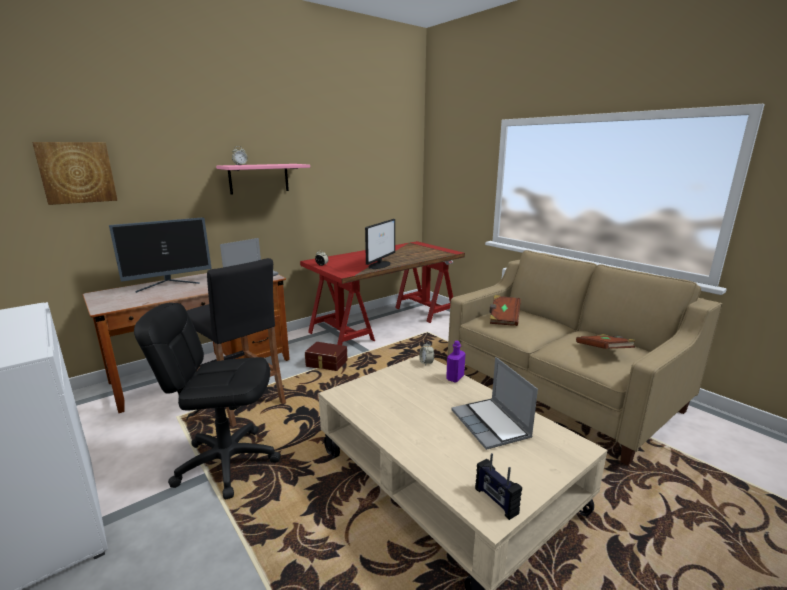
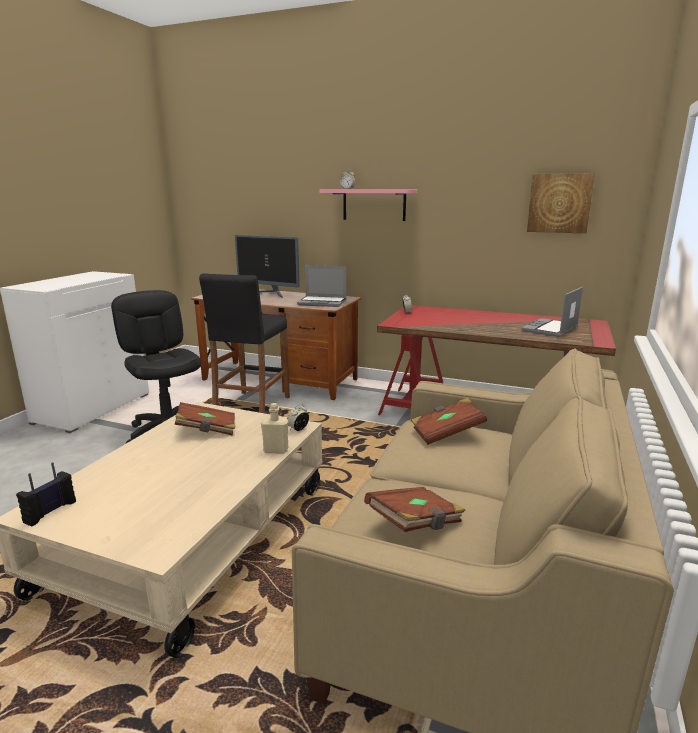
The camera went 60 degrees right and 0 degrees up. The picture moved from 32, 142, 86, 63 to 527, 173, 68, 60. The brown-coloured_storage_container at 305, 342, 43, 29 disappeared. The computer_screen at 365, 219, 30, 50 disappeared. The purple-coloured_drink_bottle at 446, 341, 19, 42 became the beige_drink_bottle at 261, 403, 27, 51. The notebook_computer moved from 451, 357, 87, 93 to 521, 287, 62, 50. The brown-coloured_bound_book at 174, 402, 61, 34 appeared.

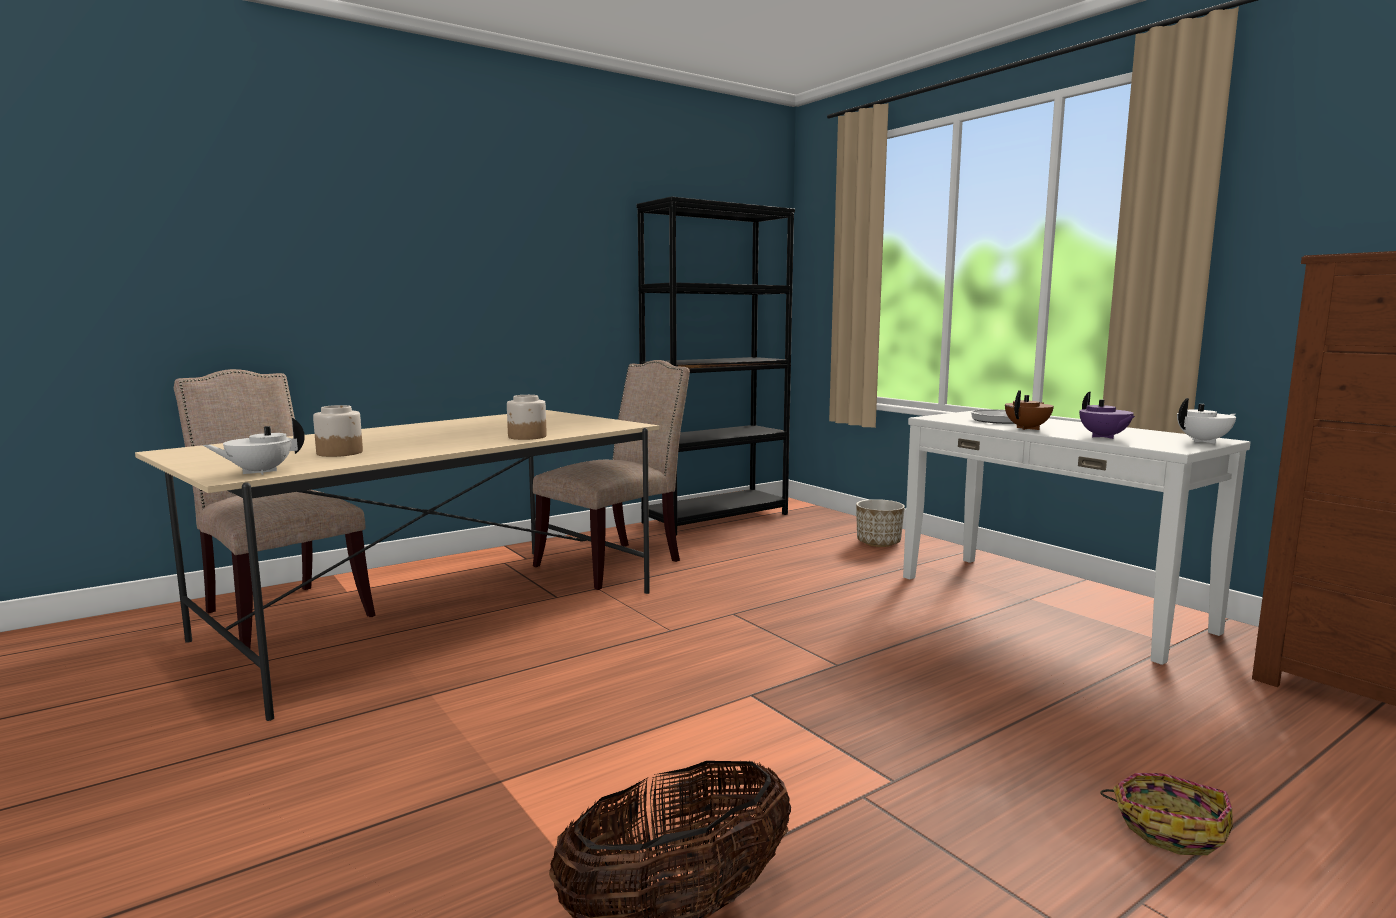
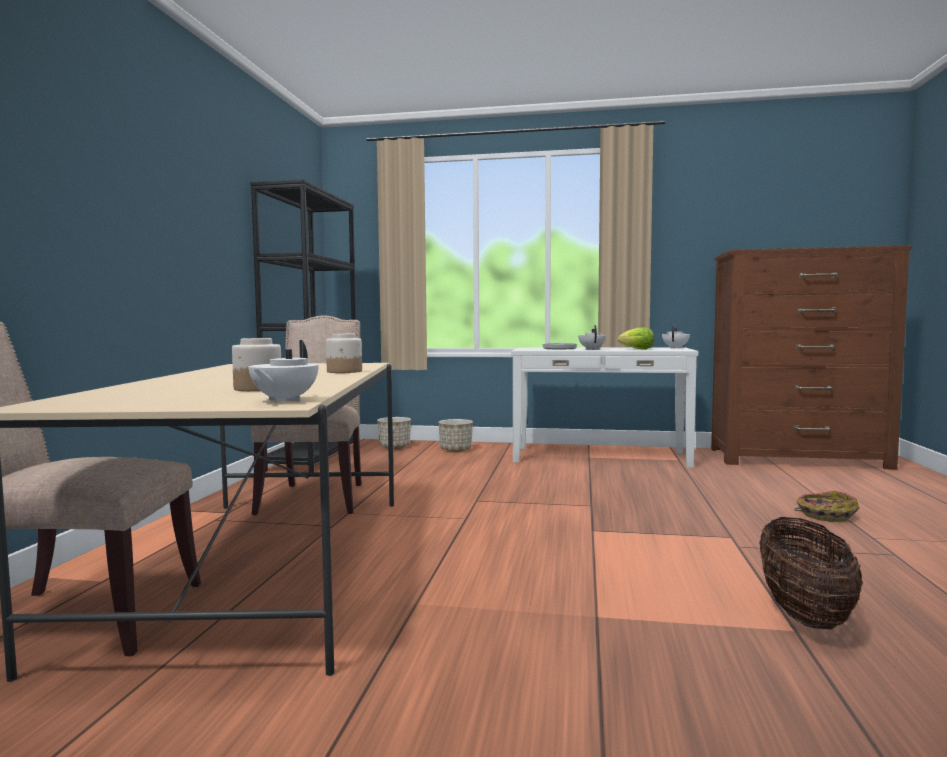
The camera went 45 degrees left and 5 degrees down. The brown-coloured_teapot at 1005, 390, 49, 40 became the white-coloured_teapot at 578, 325, 28, 25. The purple-coloured_teapot at 1079, 392, 56, 47 was replaced by the lettuce at 618, 327, 36, 23. The planter at 377, 417, 34, 32 appeared.

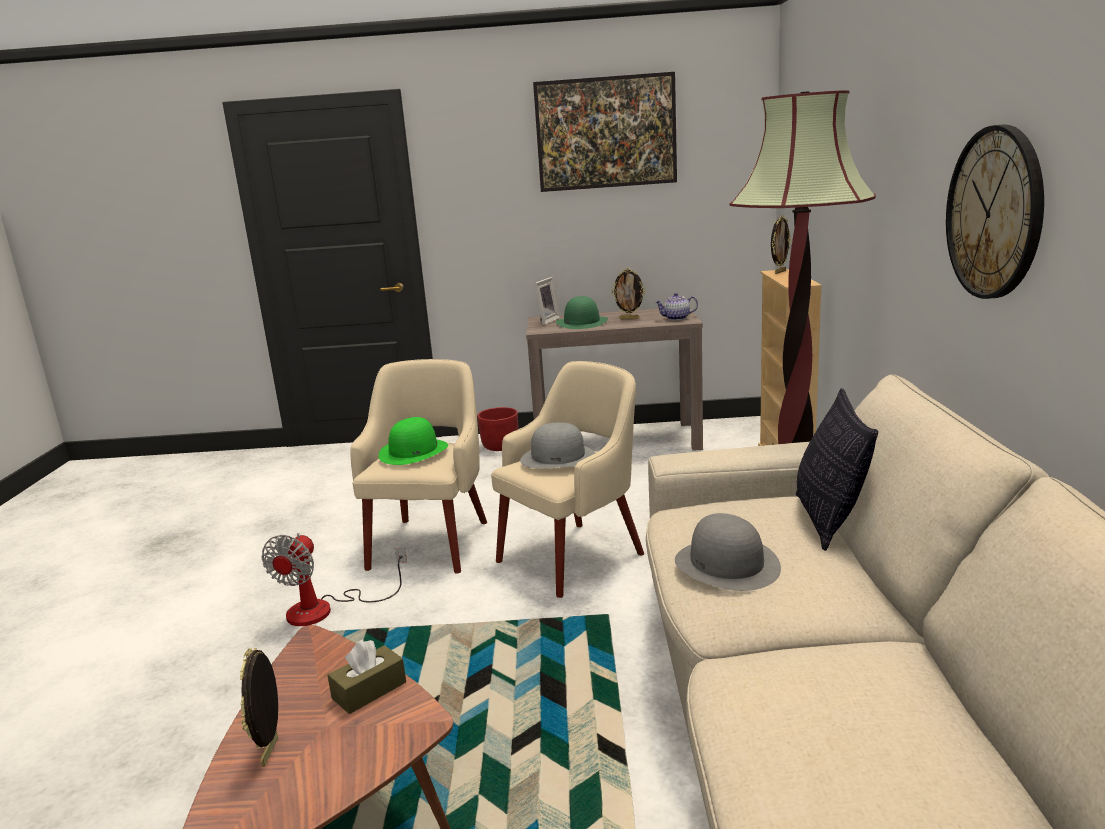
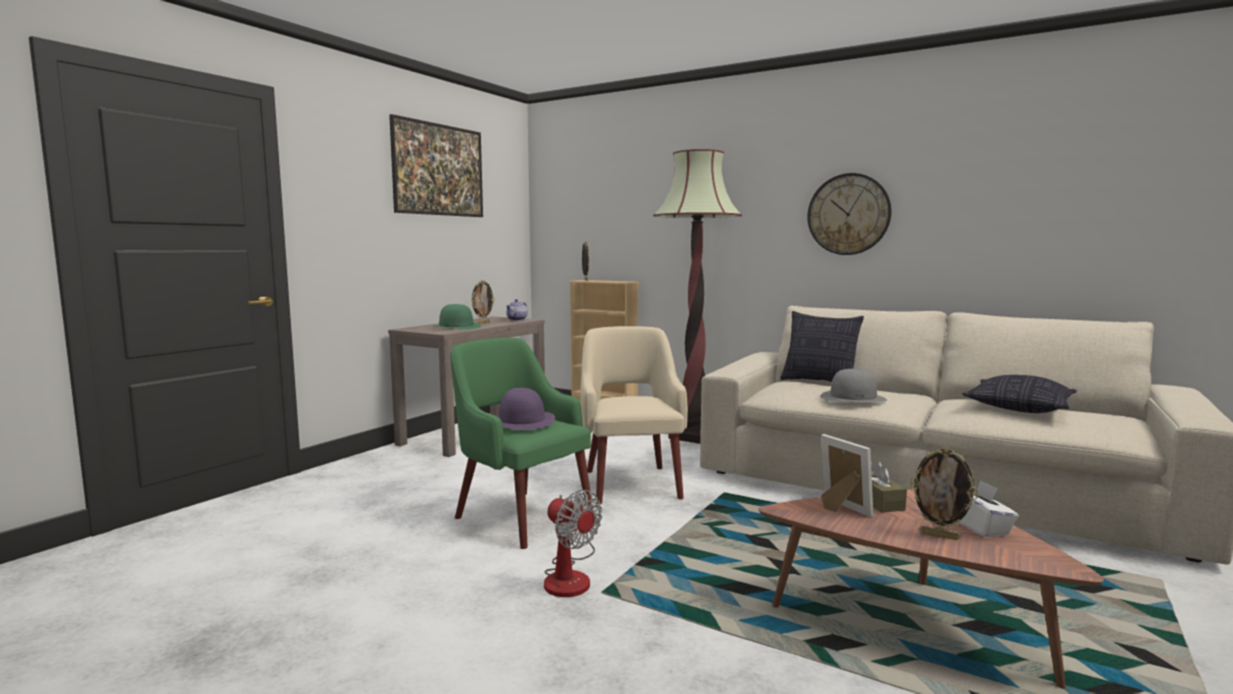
The camera went 60 degrees left and 10 degrees down. The beige_lounge_chair at 350, 359, 137, 214 became the greenish_lounge_chair at 450, 338, 144, 211. The greenish_clothing_hat at 378, 417, 70, 48 became the purple-coloured_clothing_hat at 497, 388, 58, 42. The reddish_planter at 477, 407, 42, 44 disappeared. The gray_clothing_hat at 520, 422, 75, 46 disappeared. The standing_frame moved from 534, 277, 27, 48 to 821, 434, 52, 83. The white-coloured_box_of_tissues at 958, 480, 61, 57 appeared. The pillow at 962, 375, 115, 38 appeared.

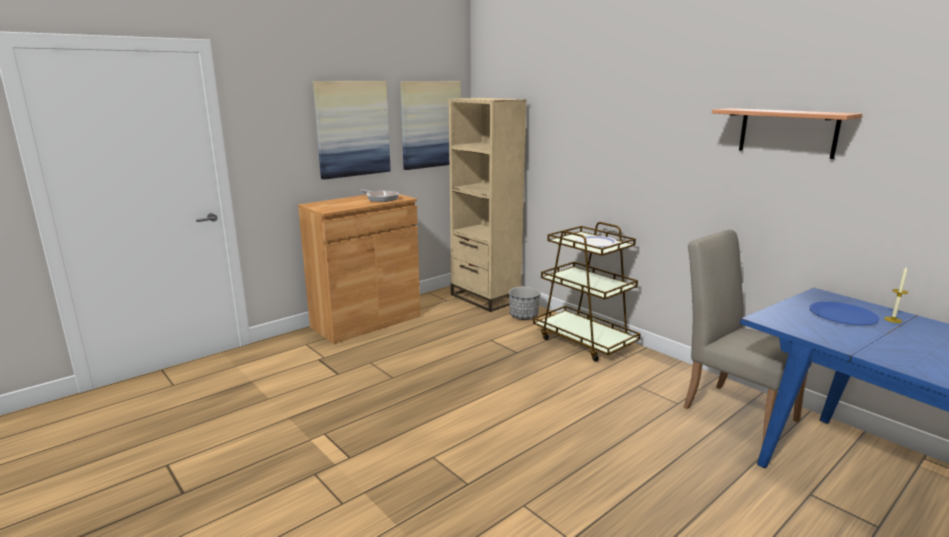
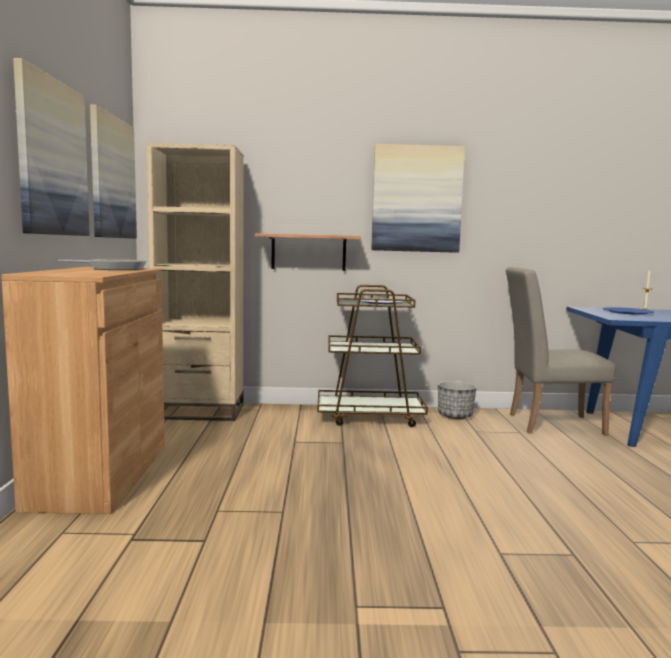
The camera went 50 degrees left and 10 degrees down. The planter moved from 509, 287, 32, 33 to 438, 381, 38, 38. The shelf moved from 712, 108, 150, 51 to 255, 233, 106, 38. The picture at 371, 144, 94, 109 appeared.

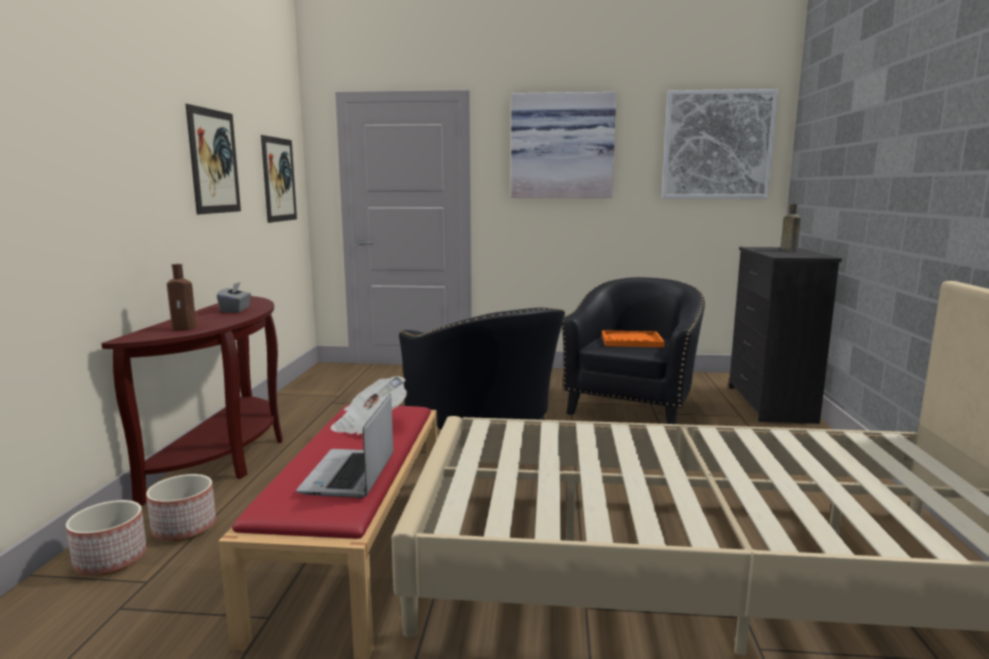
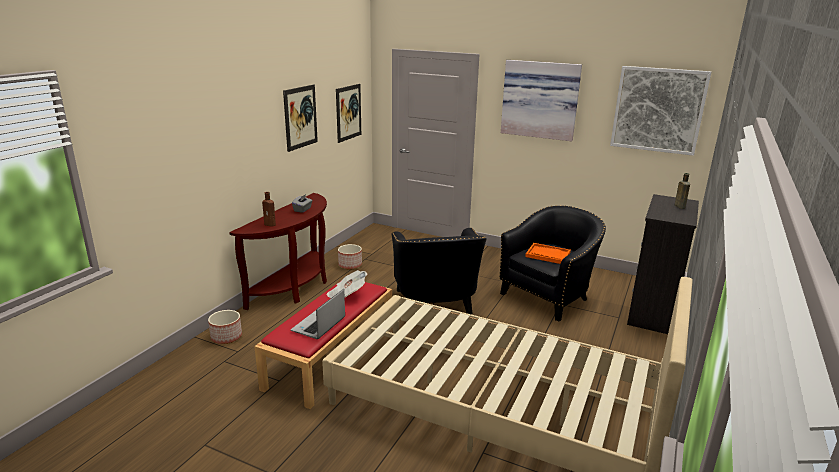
The camera went 20 degrees right and 10 degrees up. The planter moved from 146, 474, 70, 67 to 338, 244, 24, 25.

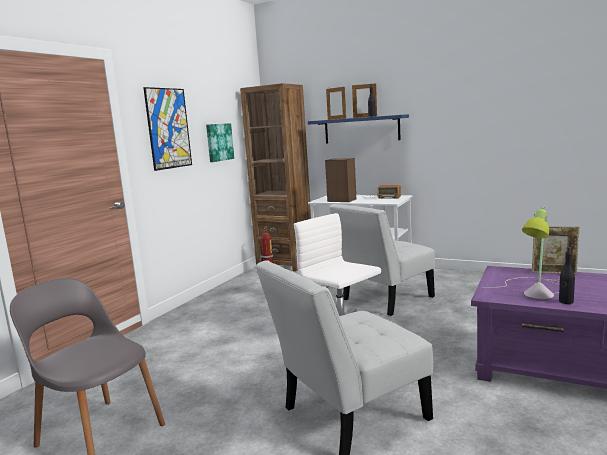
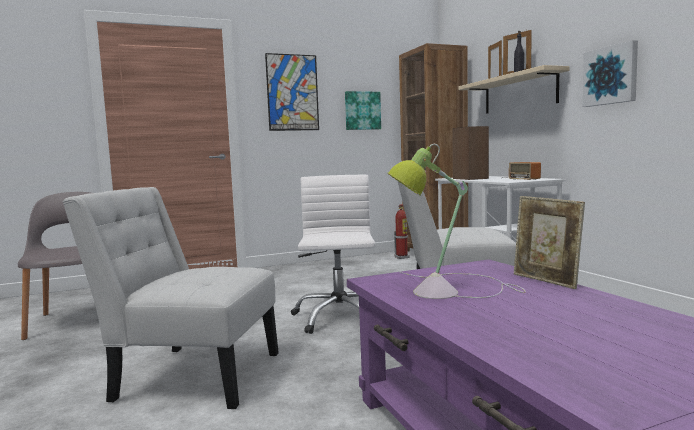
The camera went 40 degrees right and 5 degrees down. The blue-coloured_shelf at 308, 114, 101, 29 became the beige_shelf at 459, 65, 110, 49. The black_drink_bottle at 559, 247, 16, 57 disappeared. The picture at 582, 40, 56, 67 appeared.

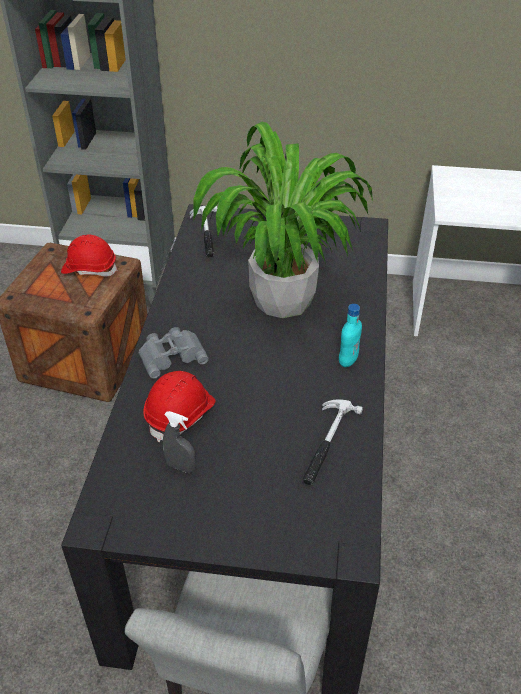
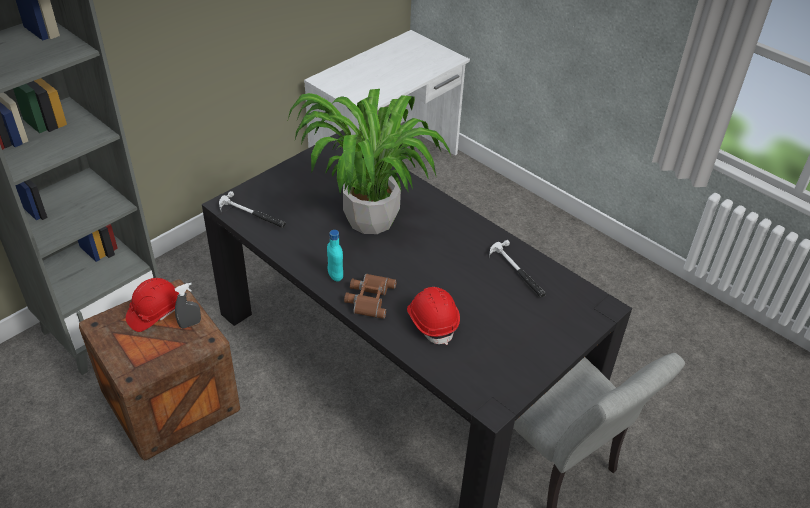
The camera went 55 degrees left and 0 degrees up. The gray_pair_of_binoculars at 139, 327, 70, 52 became the brown-coloured_pair_of_binoculars at 344, 274, 53, 45. The gray_spray_bottle moved from 163, 411, 33, 62 to 174, 283, 27, 46. The turquoise-coloured_drink_bottle moved from 339, 304, 23, 63 to 327, 230, 16, 52.

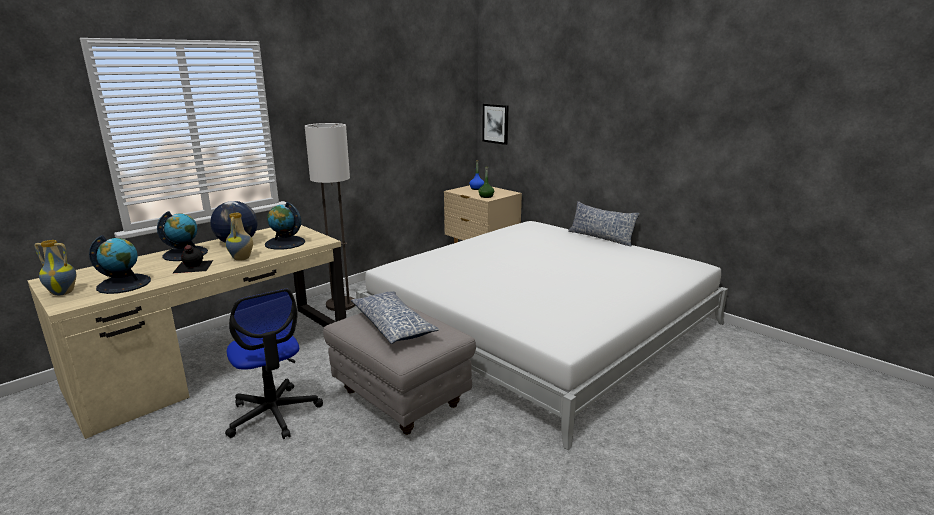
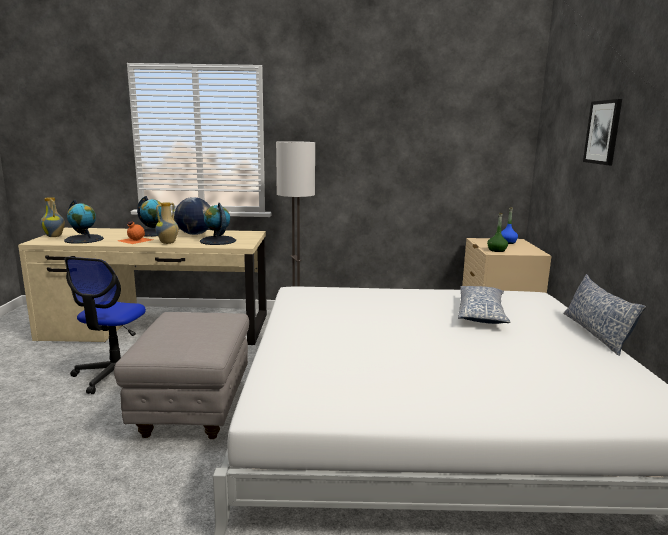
The camera went 45 degrees right and 5 degrees down. The black_drink_bottle at 173, 245, 40, 28 became the orange-coloured_drink_bottle at 118, 221, 35, 23. The pillow moved from 351, 291, 88, 53 to 458, 286, 53, 38. The picture moved from 482, 104, 27, 41 to 583, 99, 39, 66.

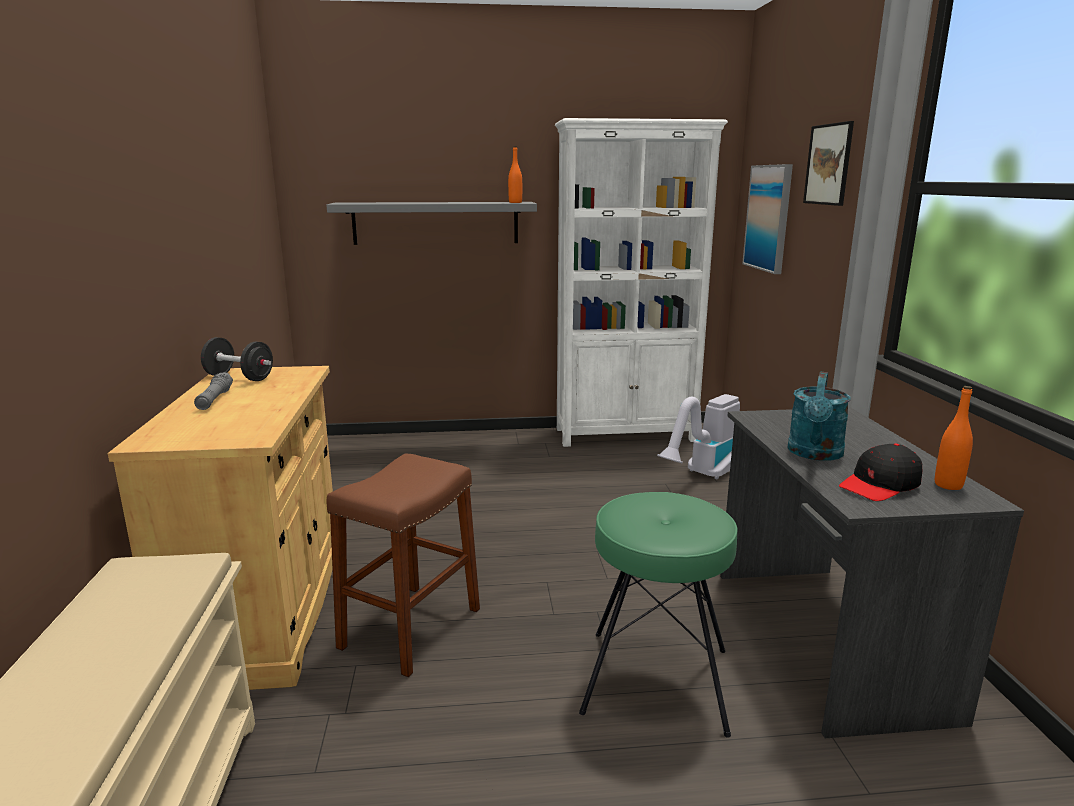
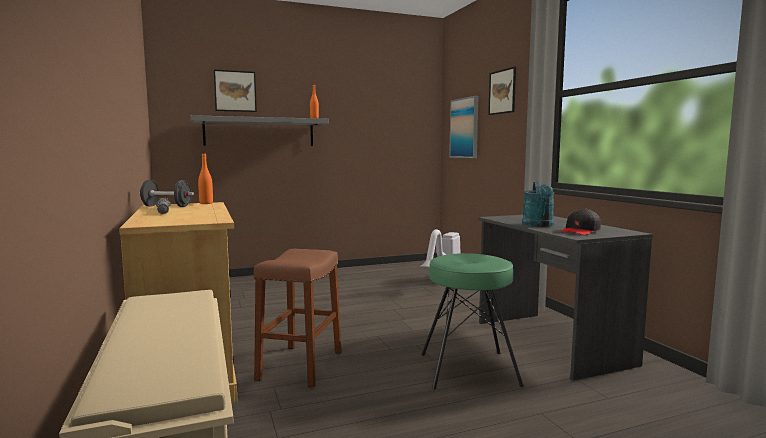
The camera went 15 degrees left and 10 degrees down. The white-coloured_bookcase at 555, 118, 173, 329 disappeared. The orange-coloured_drink_bottle moved from 935, 386, 38, 104 to 198, 153, 15, 51. The picture at 214, 69, 43, 43 appeared.

